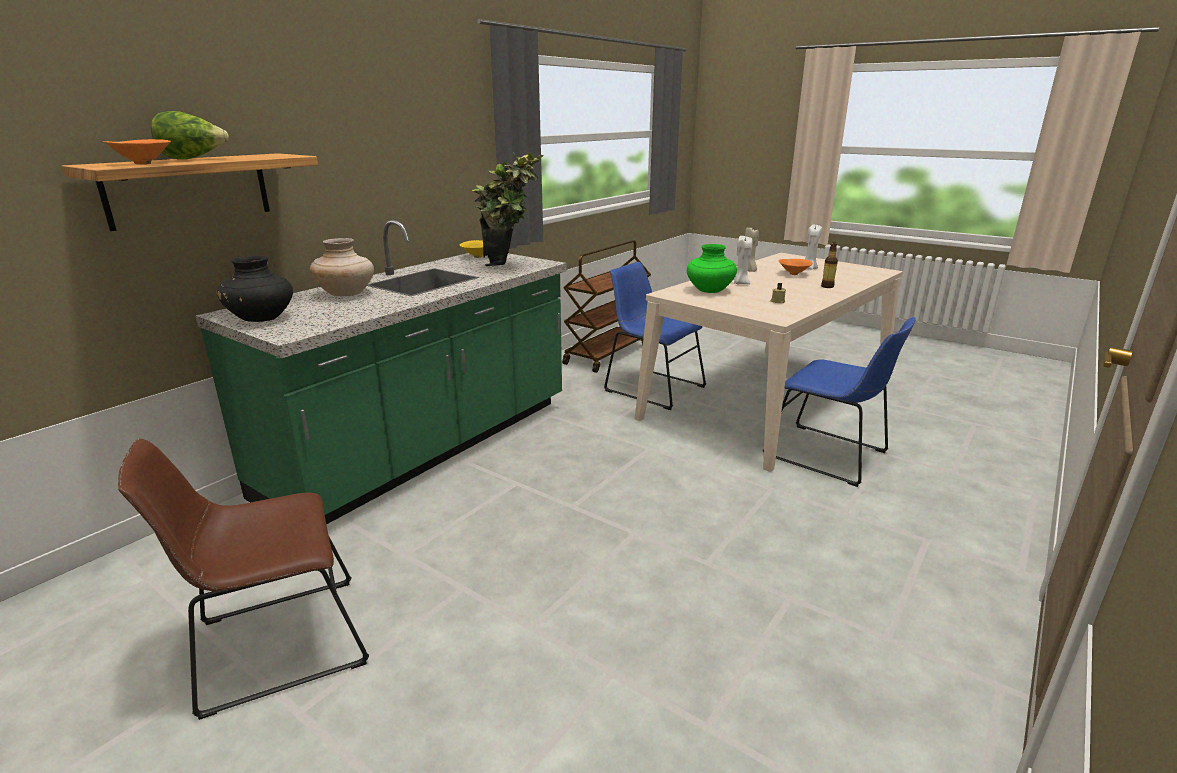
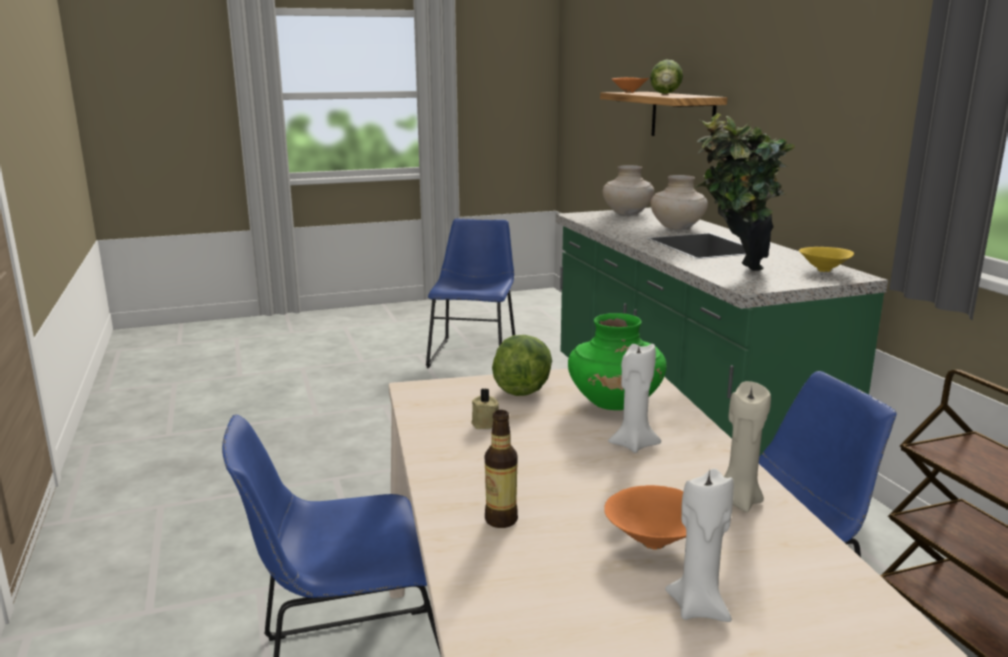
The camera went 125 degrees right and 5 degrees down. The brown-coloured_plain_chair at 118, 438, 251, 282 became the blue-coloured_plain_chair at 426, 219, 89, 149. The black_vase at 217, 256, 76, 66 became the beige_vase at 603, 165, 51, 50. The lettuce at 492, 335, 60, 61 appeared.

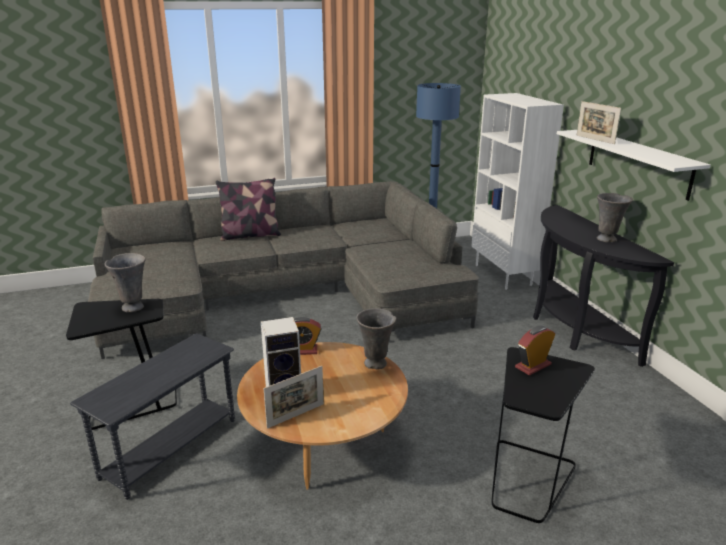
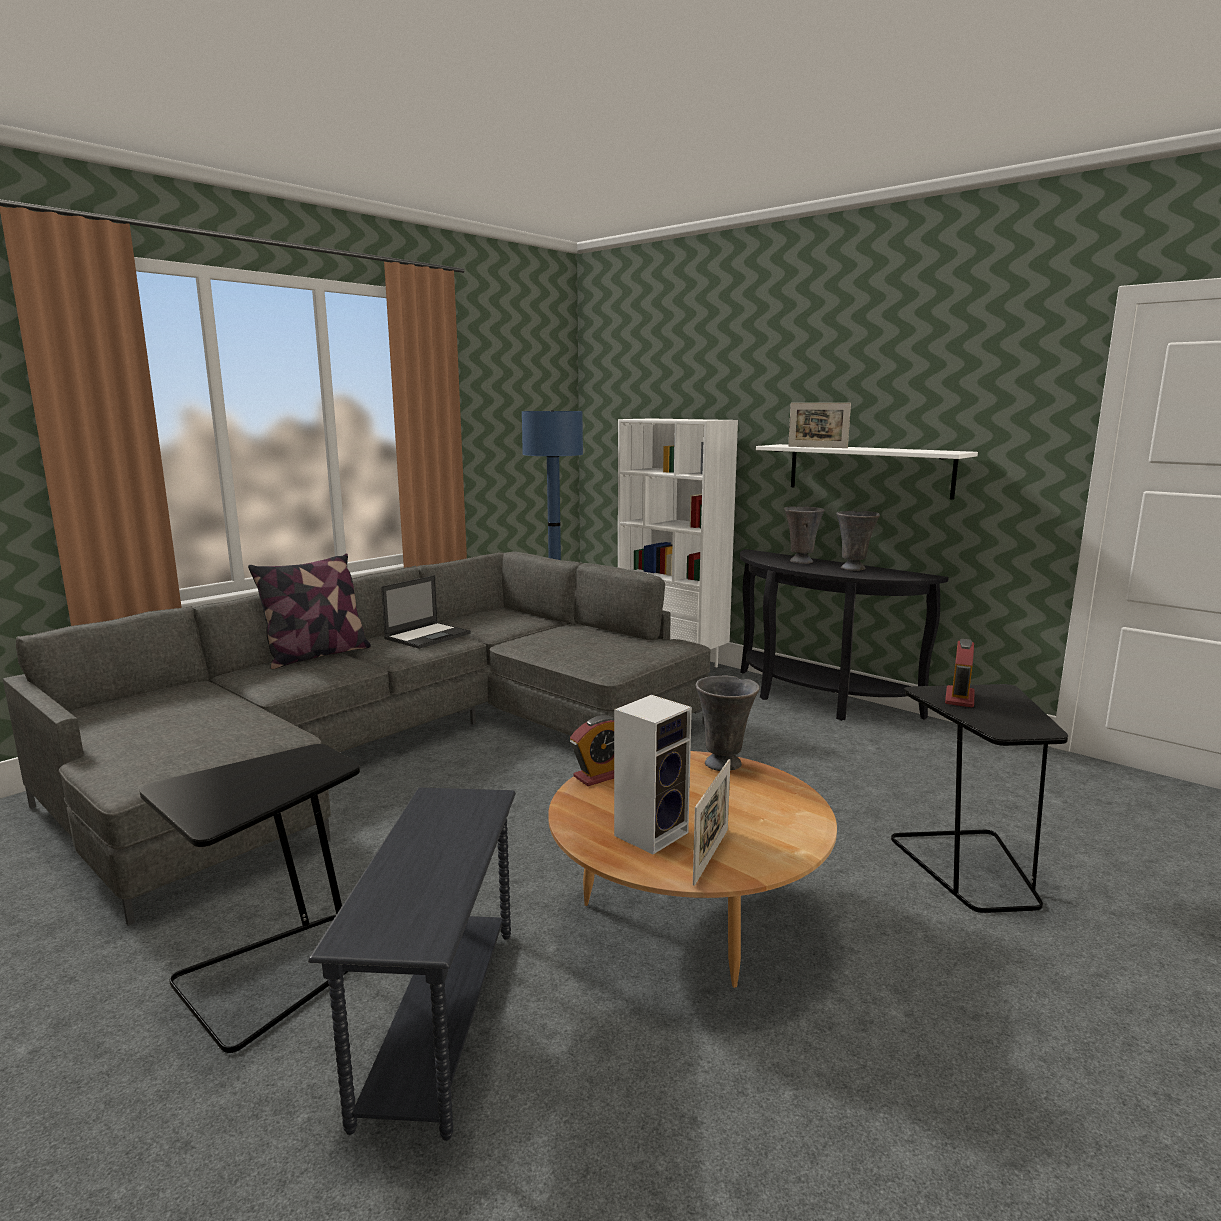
The camera went 30 degrees left and 10 degrees down. The gray_vase moved from 105, 253, 40, 59 to 784, 506, 41, 58. The notebook_computer at 381, 575, 90, 74 appeared.

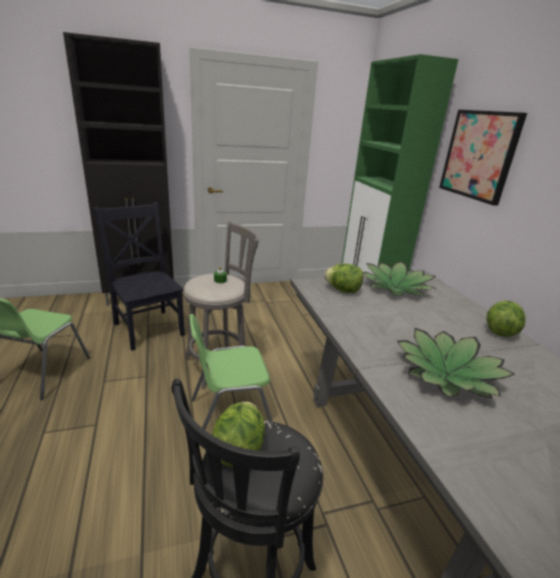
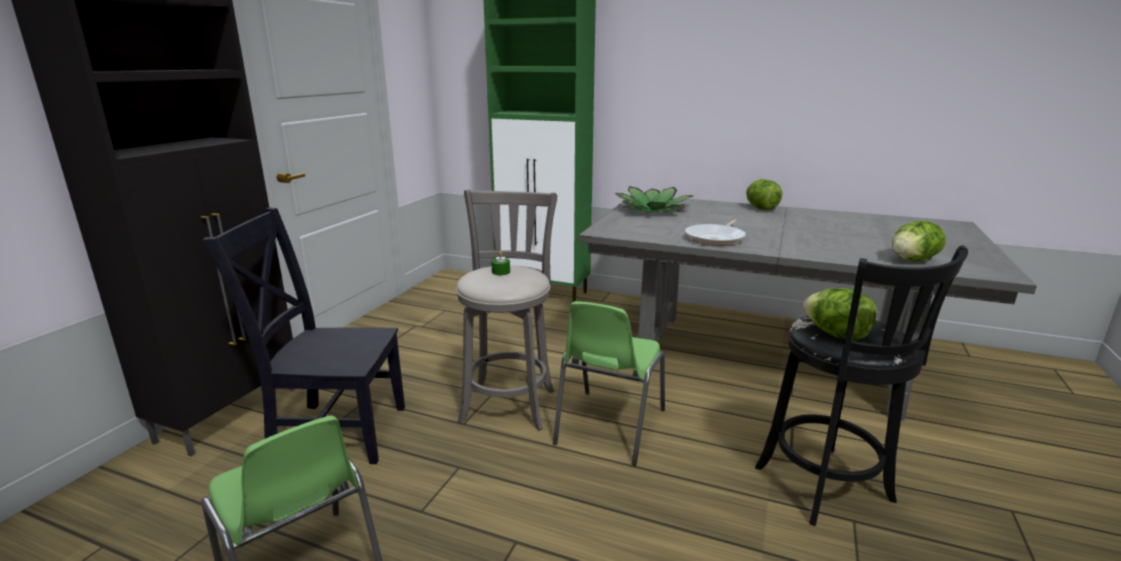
The camera went 50 degrees left and 5 degrees down. The lettuce moved from 324, 263, 39, 30 to 892, 221, 54, 40. The potted_plant at 397, 328, 118, 70 disappeared. The picture at 439, 110, 88, 95 disappeared. The pan at 685, 220, 61, 26 appeared.

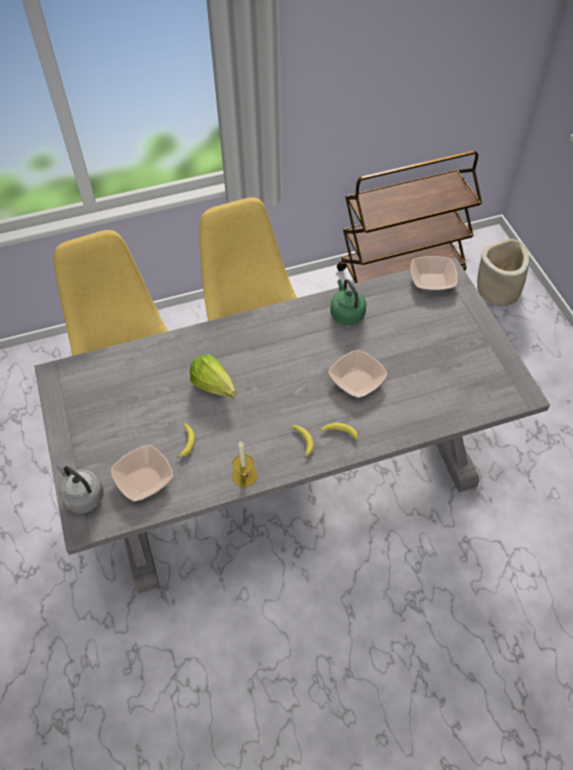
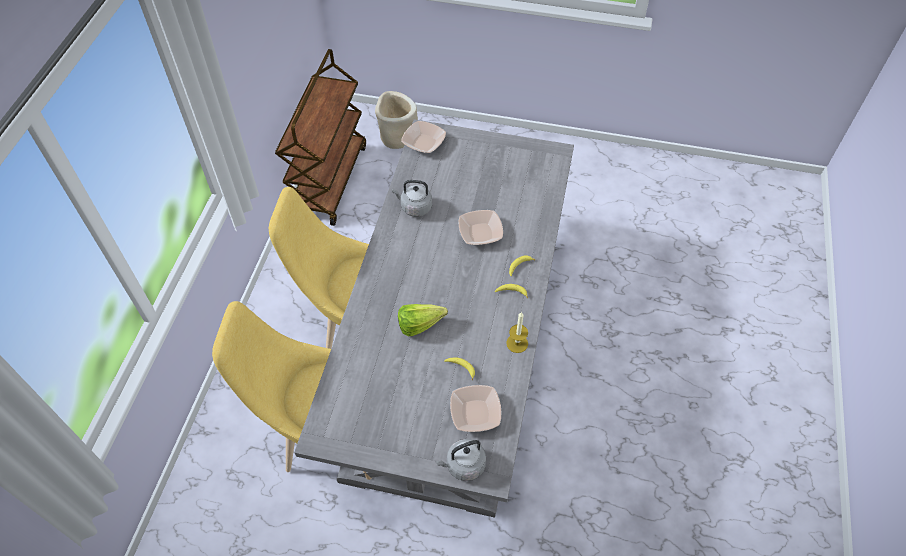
The camera went 60 degrees left and 0 degrees up. The greenish_kettle at 330, 279, 36, 46 became the gray_kettle at 392, 180, 40, 37.

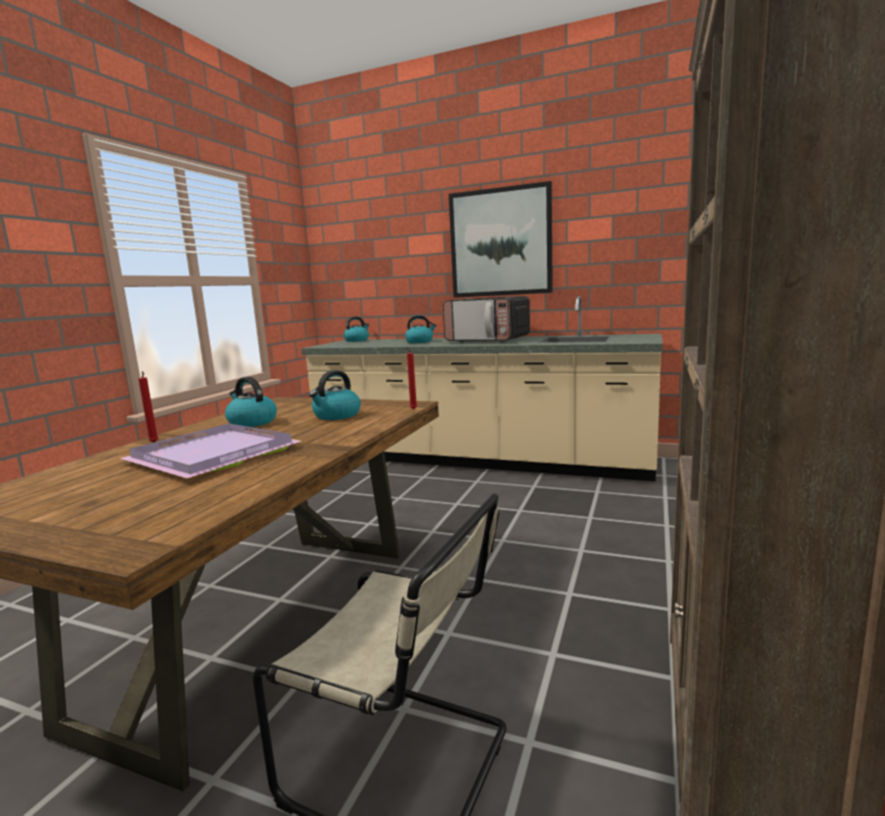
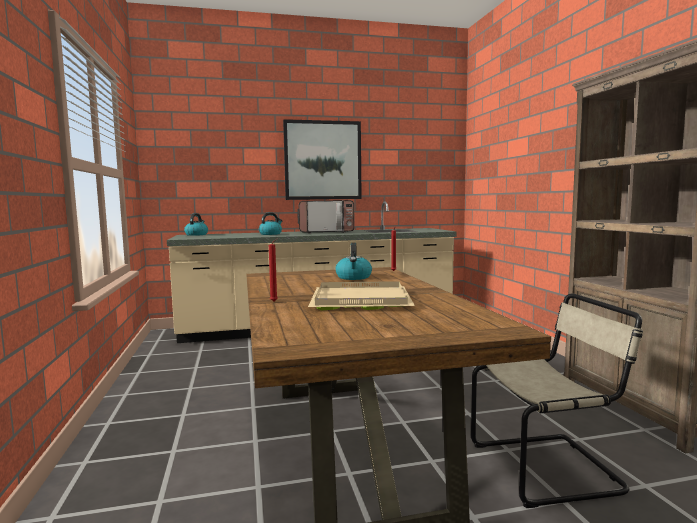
The camera went 35 degrees left and 5 degrees down. The purple-coloured_carrying_tray at 120, 424, 181, 54 became the beige_carrying_tray at 308, 281, 107, 29. The kettle at 225, 377, 52, 50 disappeared.

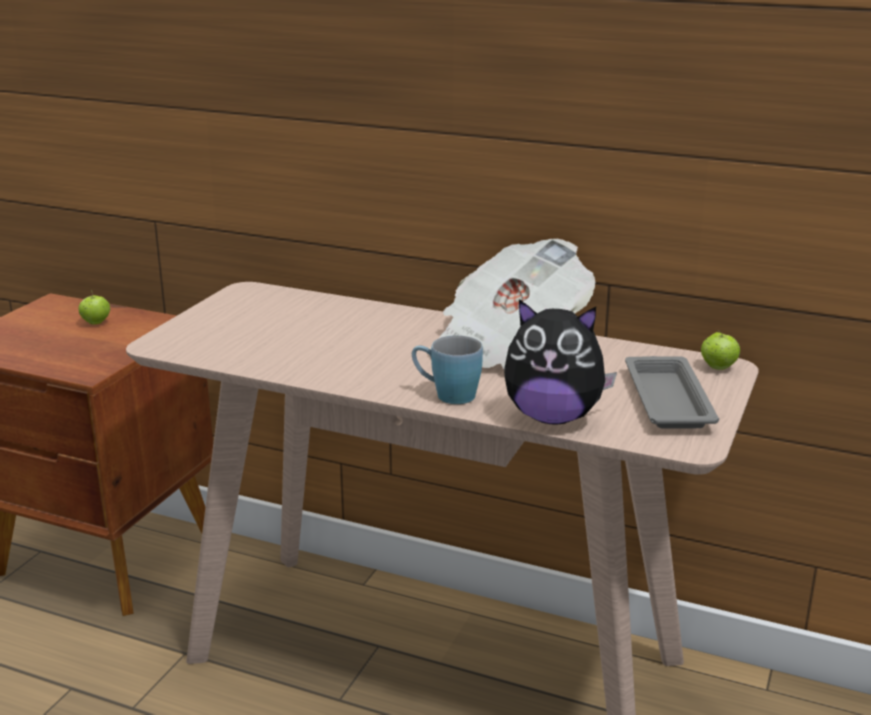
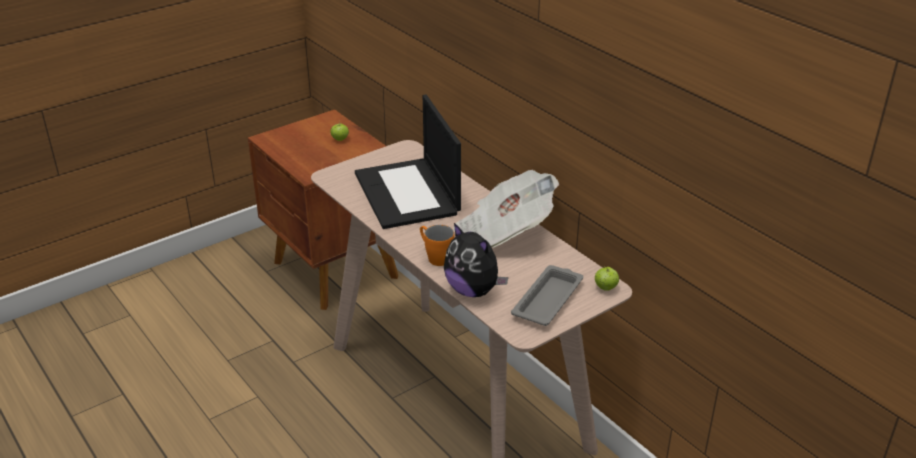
The camera went 30 degrees right and 10 degrees up. The blue-coloured_mug at 412, 335, 71, 69 became the orange-coloured_mug at 420, 225, 34, 41. The notebook_computer at 355, 95, 106, 134 appeared.

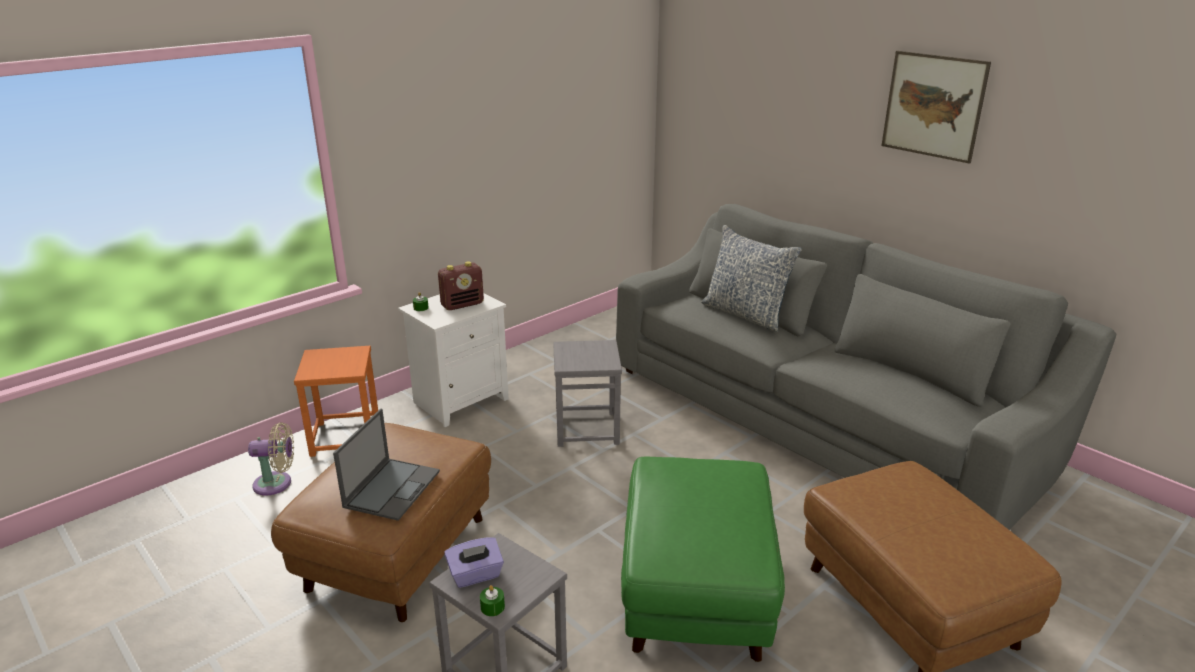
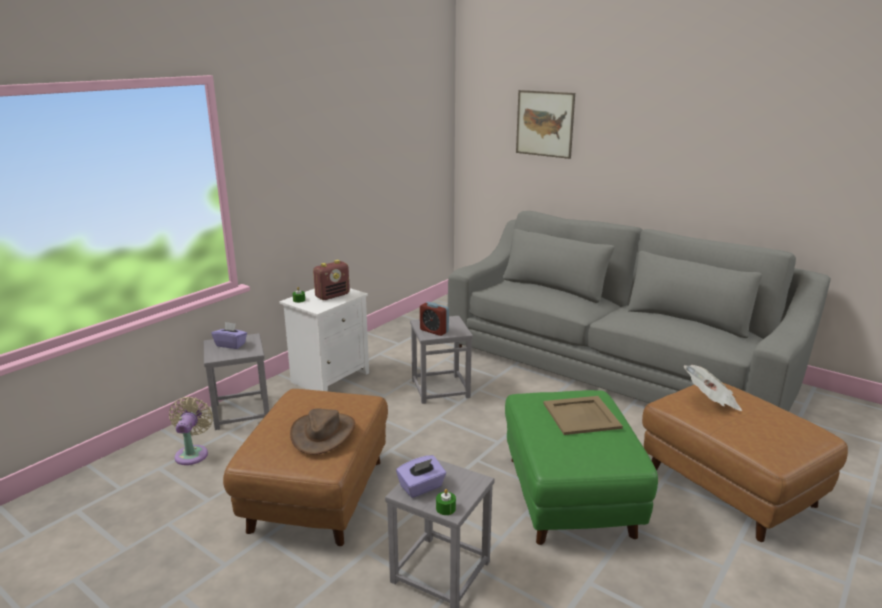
The camera went 10 degrees left and 5 degrees down. The beige_cooling_fan at 248, 422, 46, 73 turned 75 degrees counterclockwise. The orange-coloured_stool at 294, 346, 84, 111 became the gray_stool at 204, 333, 65, 97. The notebook_computer at 333, 409, 107, 112 was replaced by the brown-coloured_clothing_hat at 290, 408, 65, 47. The pillow at 701, 225, 101, 107 disappeared. The picture moved from 881, 51, 110, 113 to 516, 90, 59, 69. The purple-coloured_box_of_tissues at 212, 322, 35, 27 appeared. The alarm_clock at 420, 302, 29, 34 appeared. The beige_carrying_tray at 543, 396, 80, 39 appeared. The newspaper at 684, 365, 59, 46 appeared.

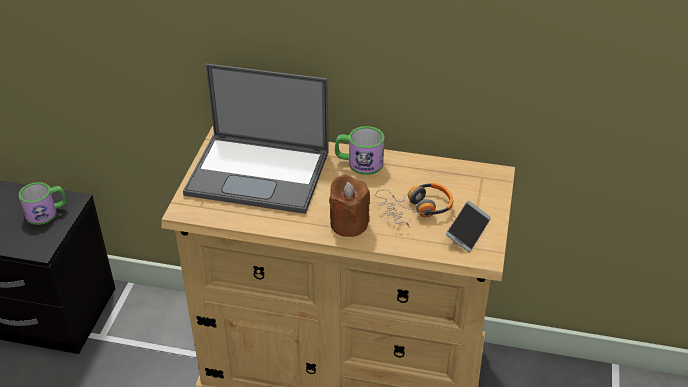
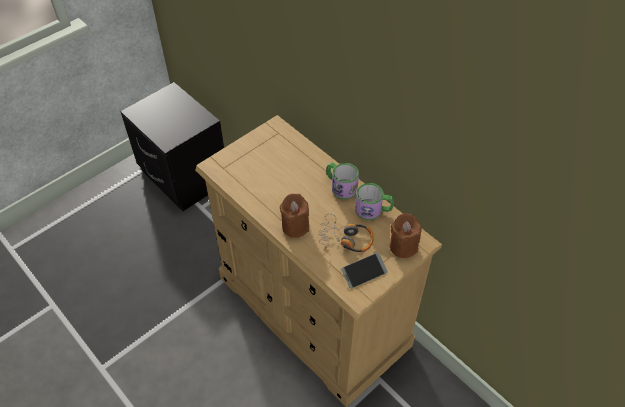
The camera went 35 degrees right and 10 degrees up. The mug moved from 19, 182, 48, 43 to 355, 183, 39, 37. The notebook_computer at 183, 64, 146, 150 disappeared. The brown-coloured_candle at 390, 213, 31, 45 appeared.

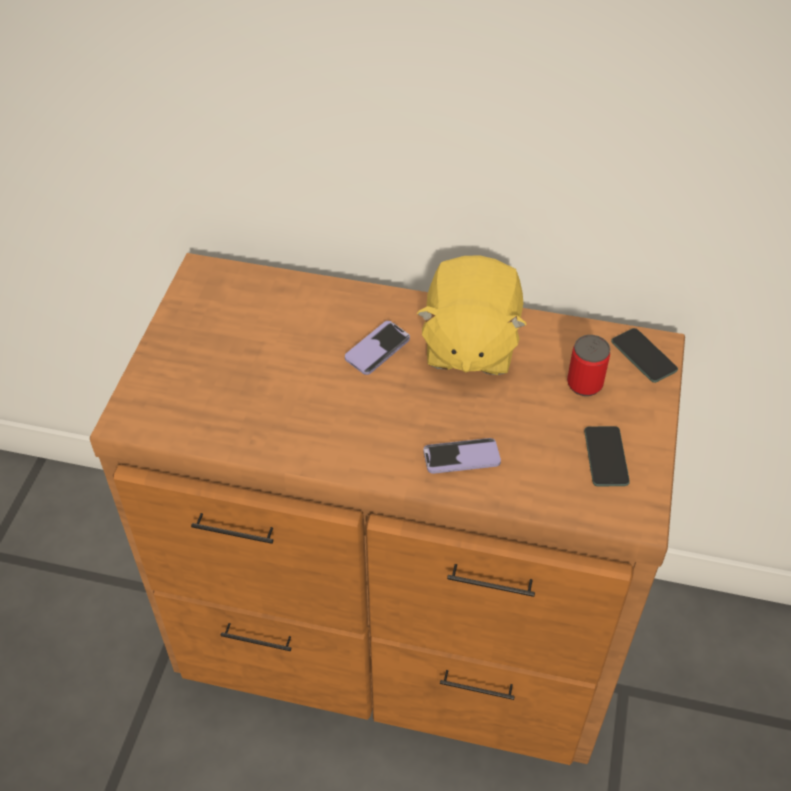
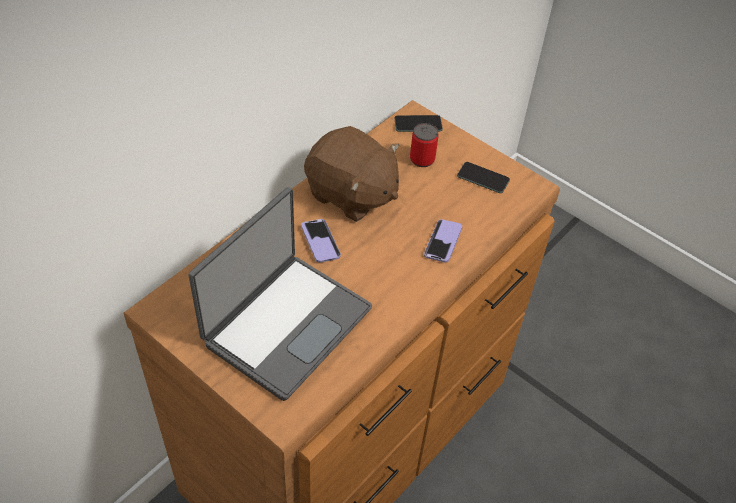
The camera went 65 degrees left and 0 degrees up. The yellowish_plush_toy at 417, 255, 110, 120 became the brown-coloured_plush_toy at 304, 126, 95, 96. The notebook_computer at 188, 187, 184, 214 appeared.

